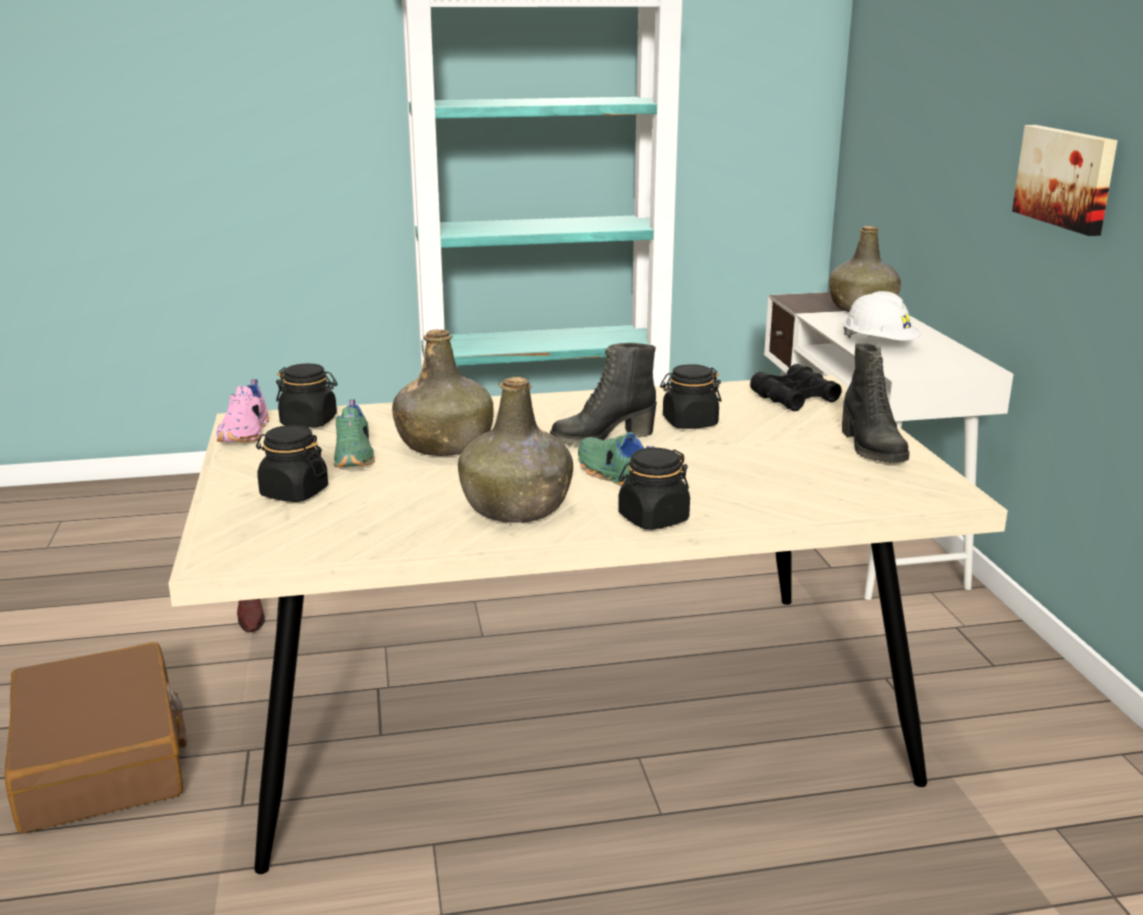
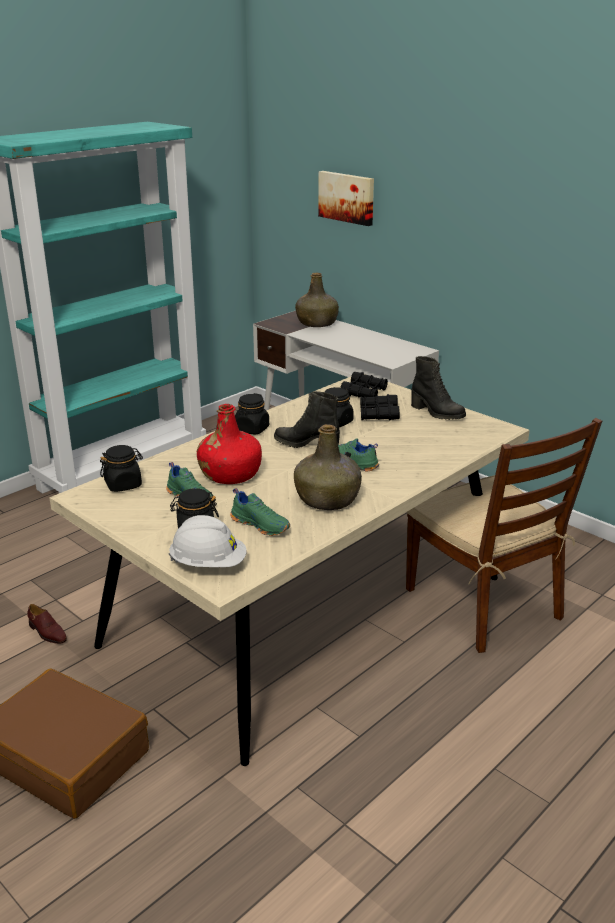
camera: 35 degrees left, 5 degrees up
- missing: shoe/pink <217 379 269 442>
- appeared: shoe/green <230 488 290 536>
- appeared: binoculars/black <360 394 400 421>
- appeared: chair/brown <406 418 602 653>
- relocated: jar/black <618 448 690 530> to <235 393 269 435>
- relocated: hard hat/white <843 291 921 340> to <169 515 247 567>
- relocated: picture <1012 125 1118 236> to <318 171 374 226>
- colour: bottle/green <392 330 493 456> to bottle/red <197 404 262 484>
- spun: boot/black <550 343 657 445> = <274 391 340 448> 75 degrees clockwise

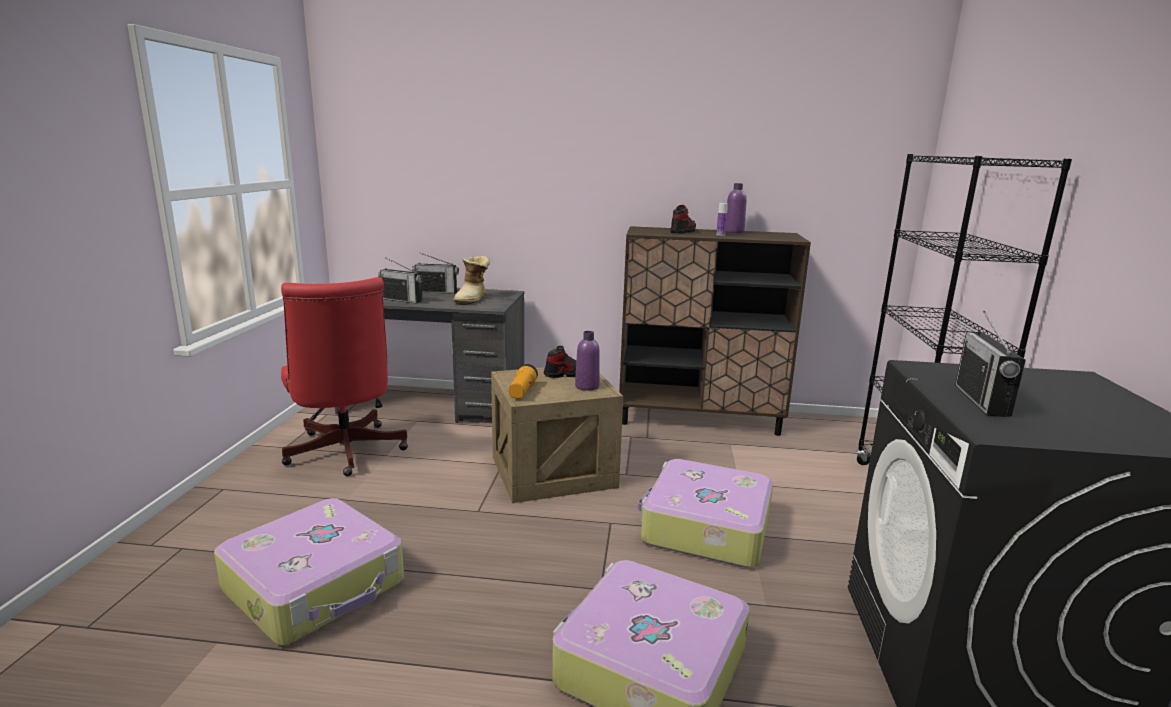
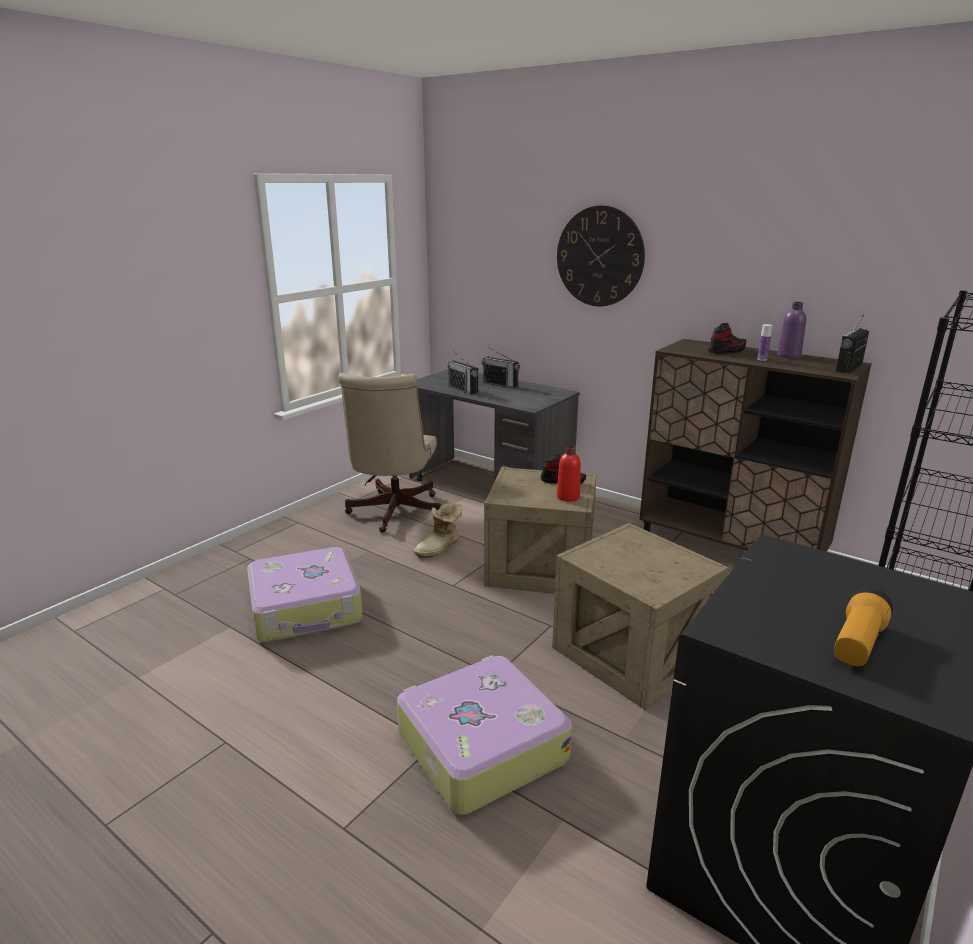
camera: 30 degrees right, 5 degrees up
- appeared: wall clock <557 205 645 306>
- relocated: boot <453 256 490 305> to <414 503 462 558>
- relocated: flashlight <509 364 538 398> to <834 587 893 666>
- relocated: radio <955 311 1026 417> to <836 315 869 373>
- exchanged: suitcase <638 459 773 567> to crate <552 523 729 710>
- colour: office chair/red <281 277 408 476> to office chair/beige <338 373 441 532>
- colour: bottle/purple <575 331 600 390> to bottle/red <557 445 581 502>

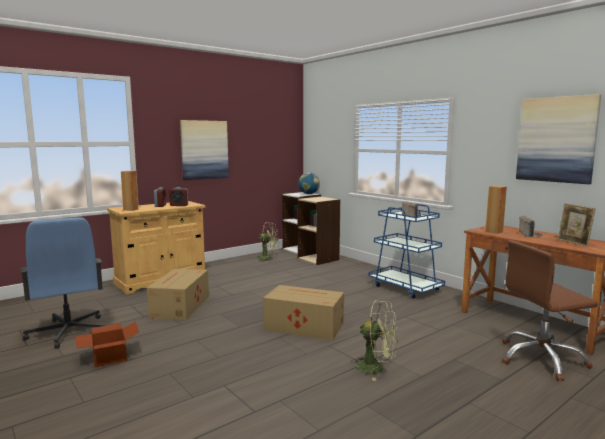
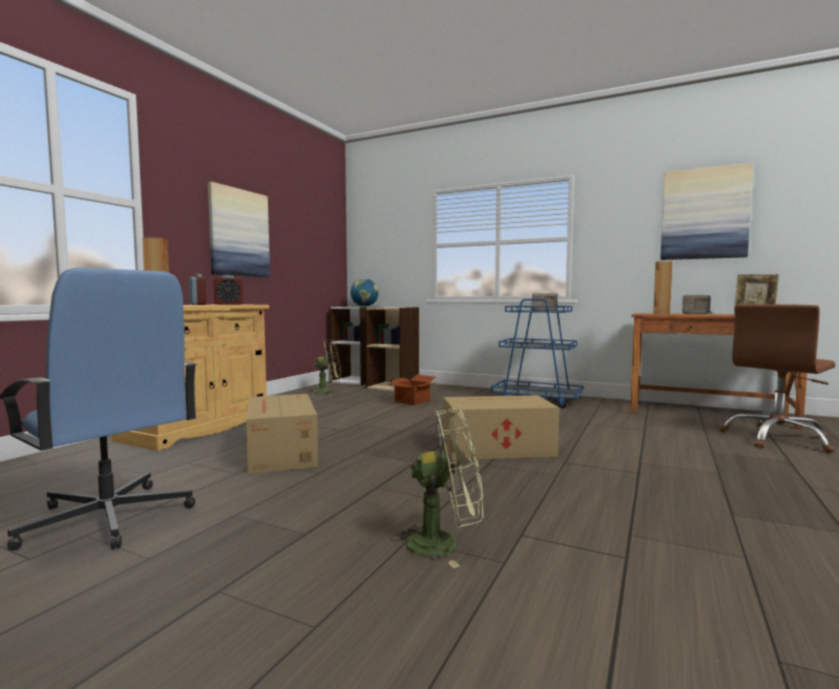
camera: 25 degrees left, 5 degrees down
- relocated: cardboard box <76 321 139 367> to <386 375 436 405>
- relocated: fan/green <351 300 398 381> to <391 408 483 568>

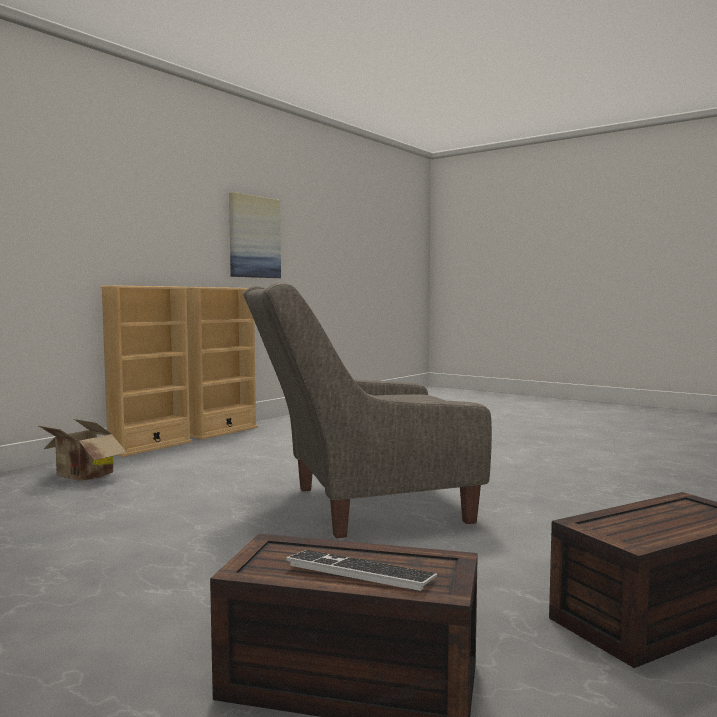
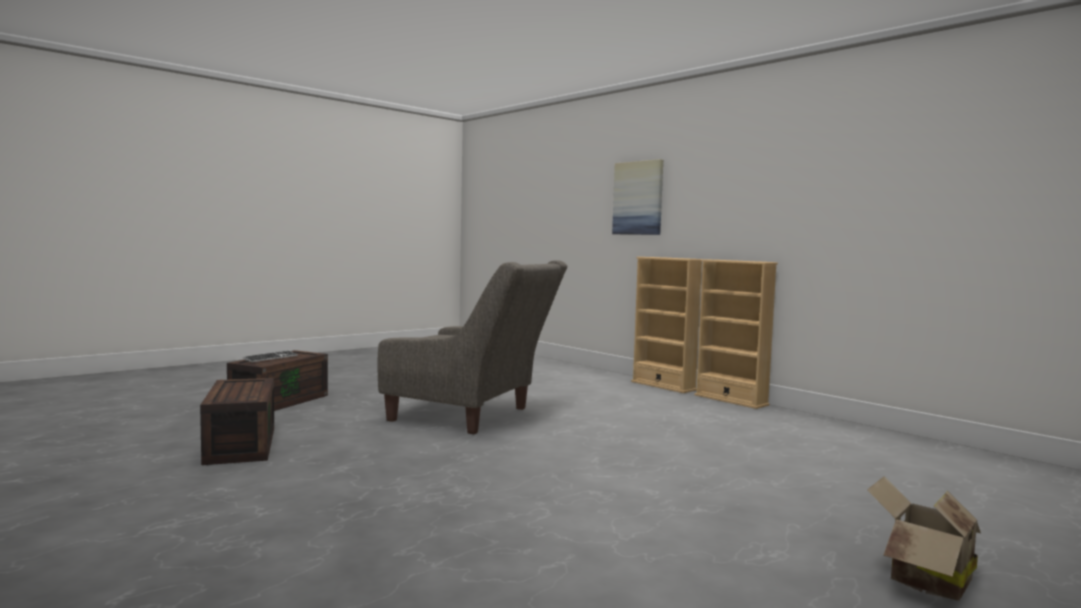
camera: 100 degrees right, 0 degrees up
- relocated: cardboard box <37 419 127 481> to <867 477 981 601>
- relocated: picture <229 192 281 278> to <612 159 663 235>
- spun: armchair/grey <243 283 492 538> = <378 260 567 434> 120 degrees clockwise

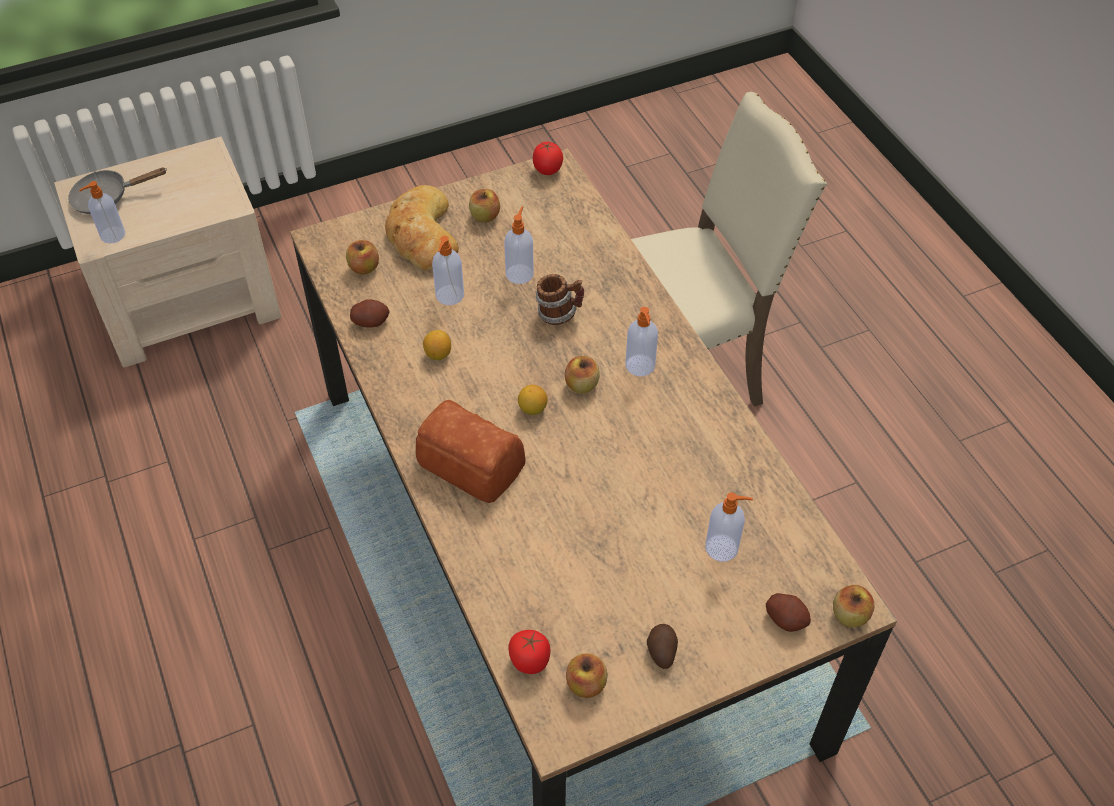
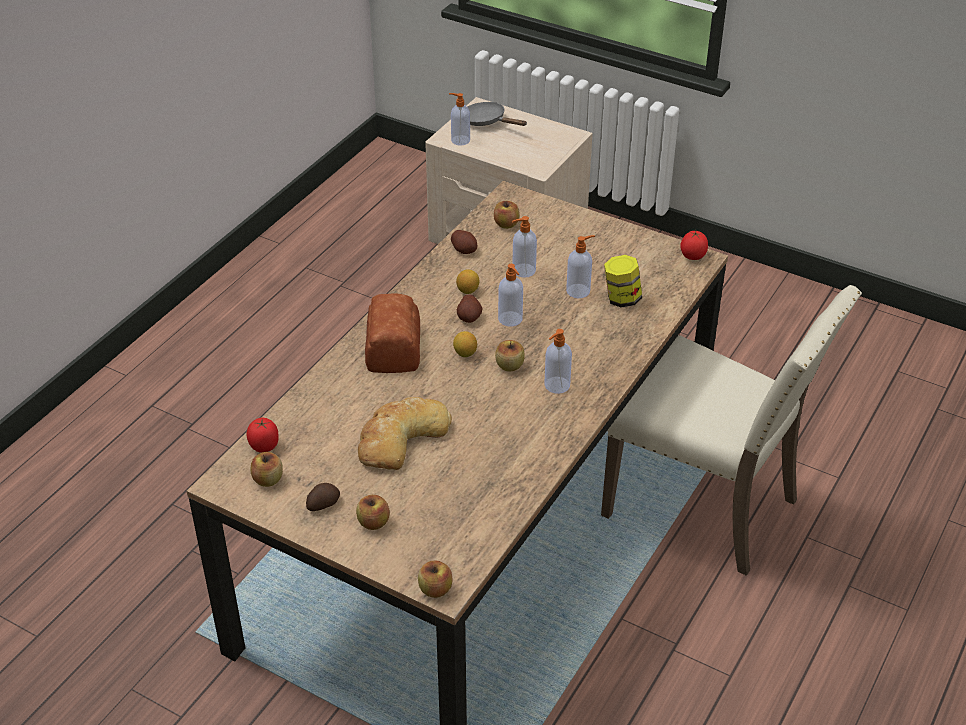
camera: 55 degrees right, 10 degrees down
- missing: mug <536 274 584 325>
- appeared: jar <604 255 642 308>
- relocated: bread <385 185 459 271> to <358 397 452 470>
- relocated: apple <469 189 500 223> to <356 495 390 530>
- relocated: soap dispenser <705 492 753 562> to <498 264 523 327>
- relocated: potato <766 593 811 632> to <457 294 483 323>

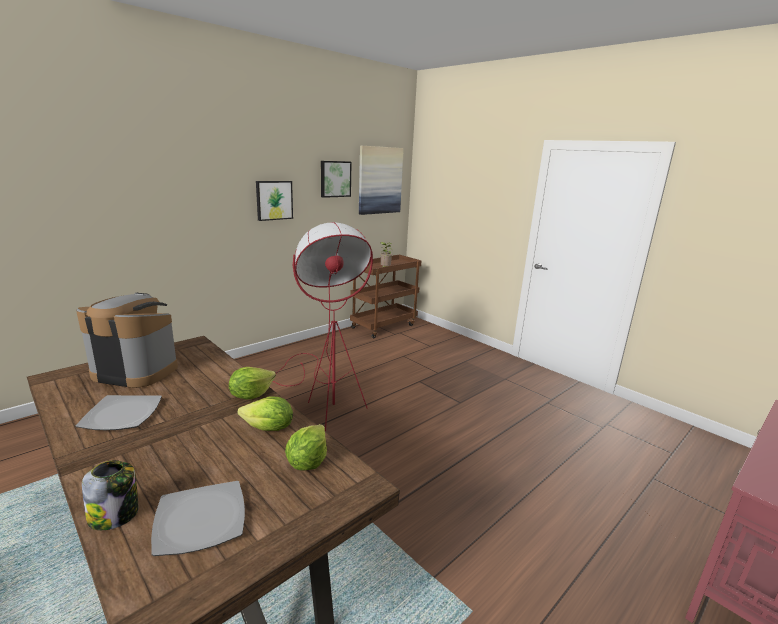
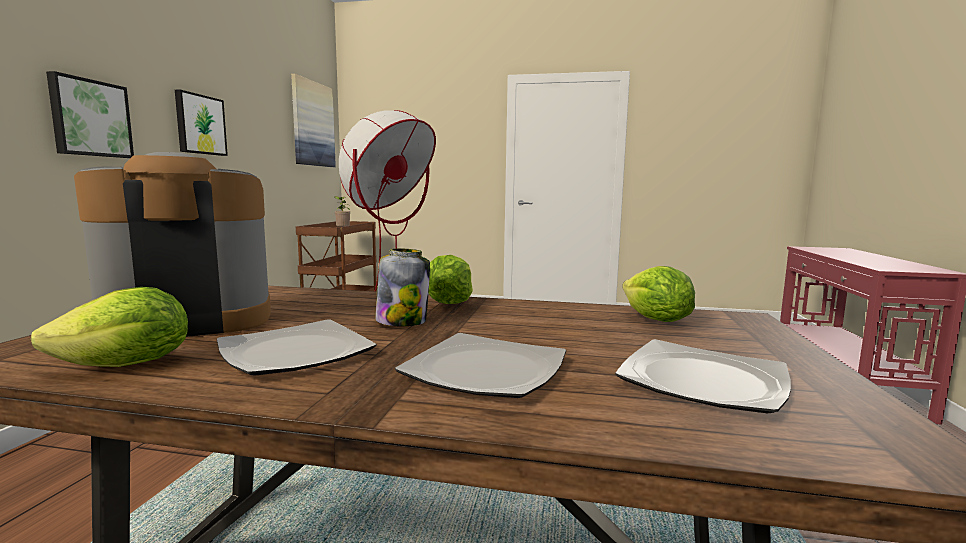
camera: 35 degrees left, 10 degrees down
- appeared: plate <395 333 566 398>
- relocated: jar <82 460 139 530> to <375 248 430 326>
- relocated: lettuce <237 397 293 431> to <31 287 188 367>
- relocated: picture <321 161 352 198> to <46 71 134 158>

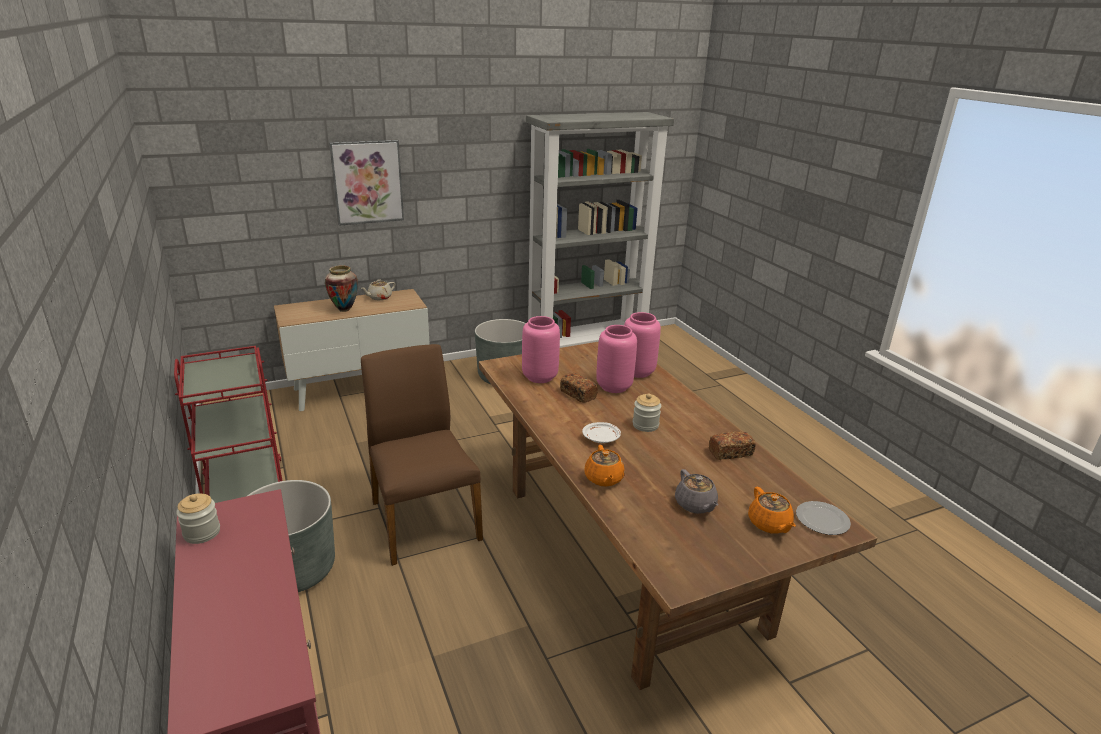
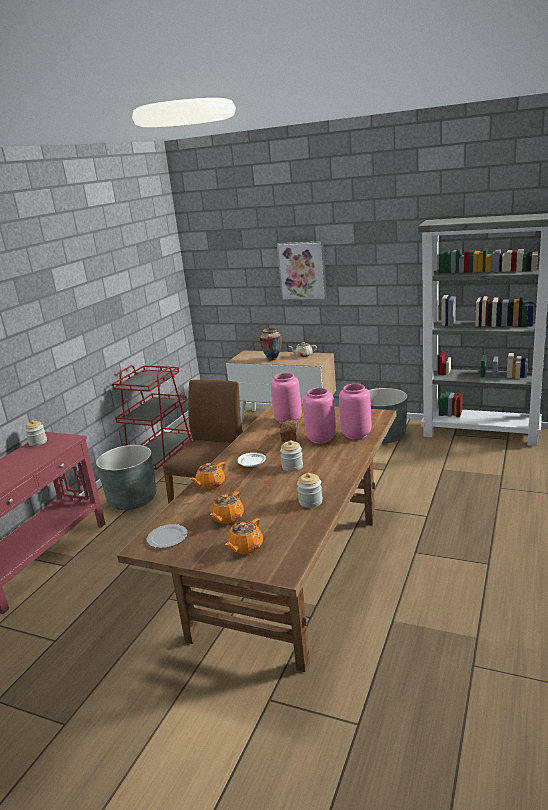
camera: 50 degrees right, 5 degrees down
- relocated: plate <796 501 851 535> to <147 524 188 548>
- exchanged: bread <709 431 756 460> to jar <297 473 323 508>
- colour: teapot/grey <675 469 718 514> to teapot/orange <210 492 244 524>

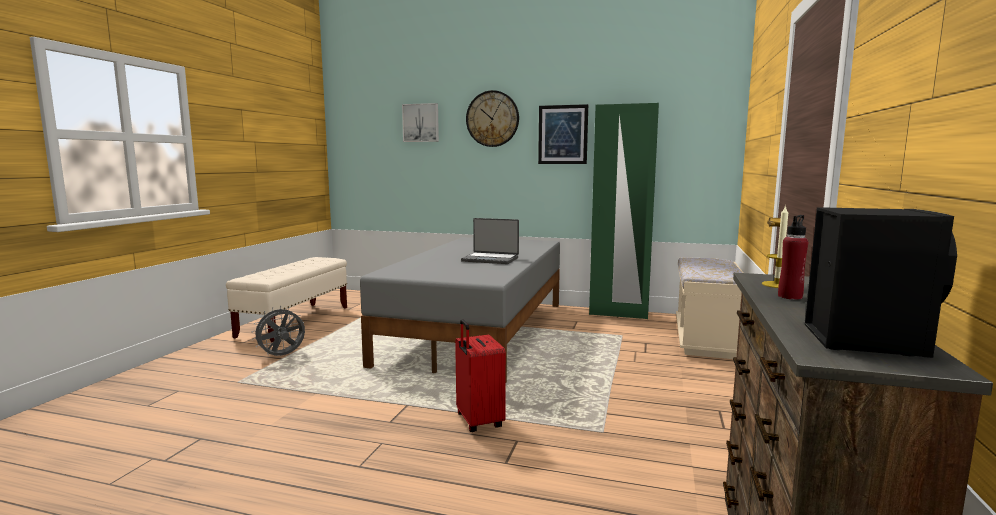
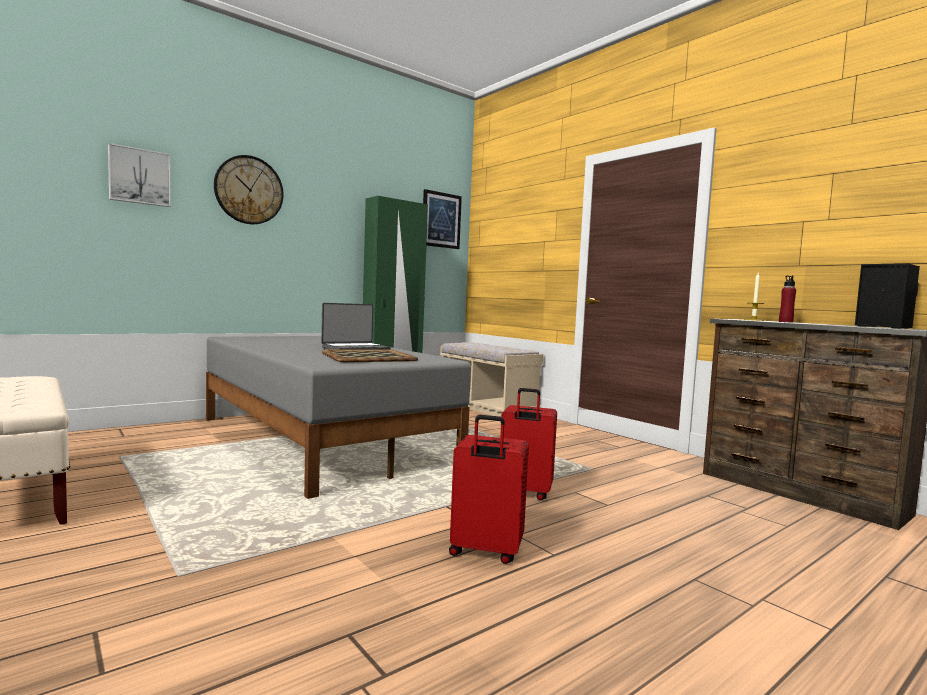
camera: 55 degrees left, 5 degrees down
- missing: fan/grey <252 306 305 356>
- appeared: tray <321 349 418 362>
- appeared: suitcase/red <449 415 529 564>
- relocated: picture <538 104 588 164> to <423 189 462 249>

